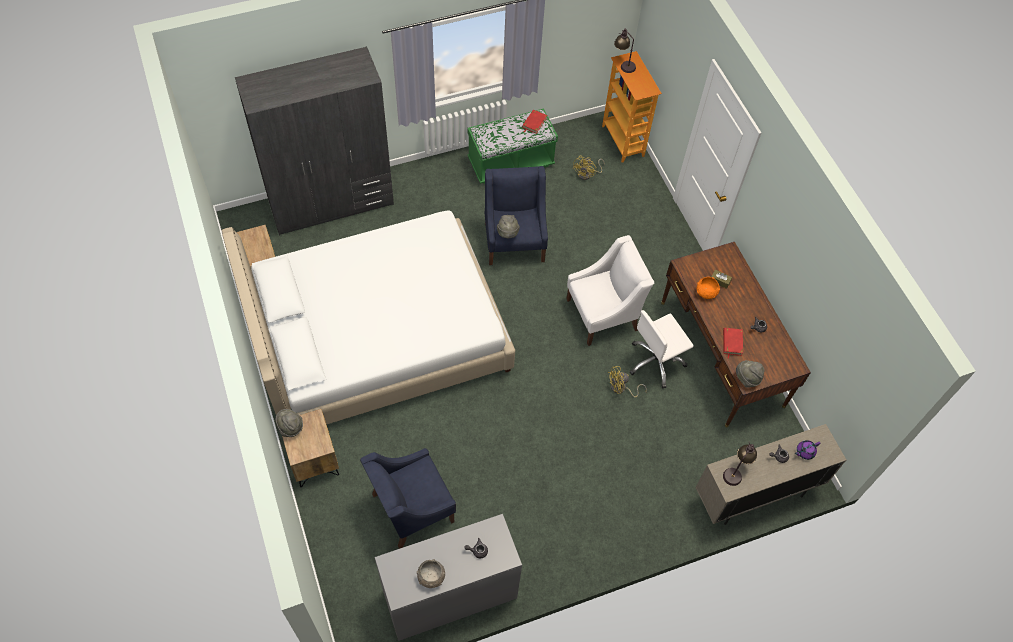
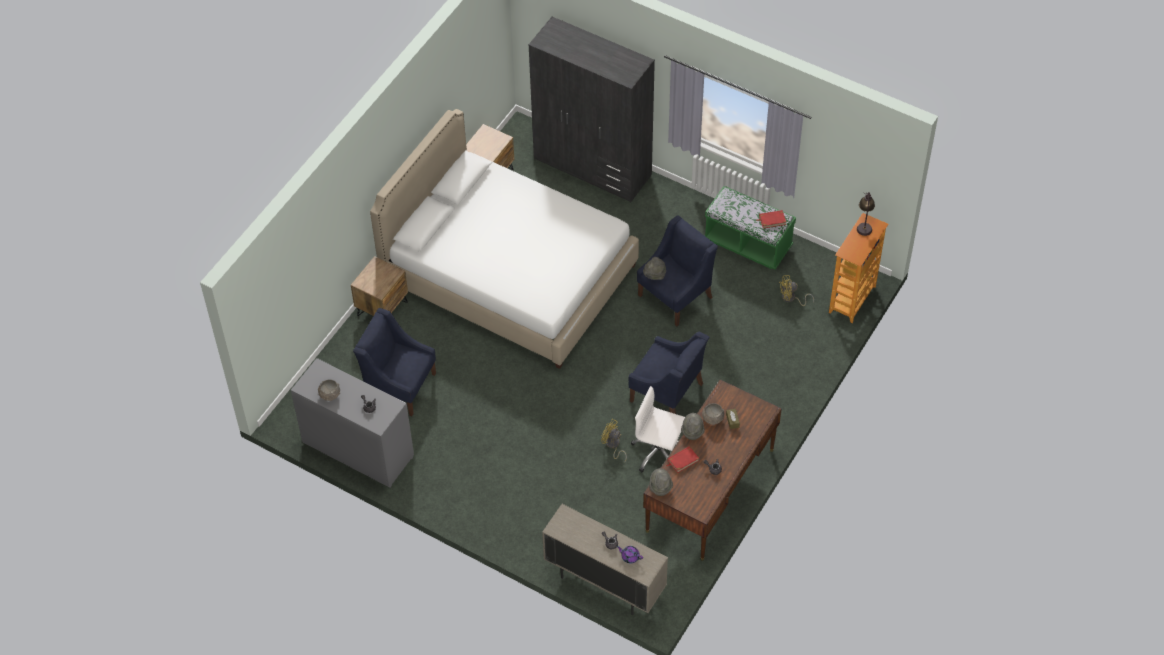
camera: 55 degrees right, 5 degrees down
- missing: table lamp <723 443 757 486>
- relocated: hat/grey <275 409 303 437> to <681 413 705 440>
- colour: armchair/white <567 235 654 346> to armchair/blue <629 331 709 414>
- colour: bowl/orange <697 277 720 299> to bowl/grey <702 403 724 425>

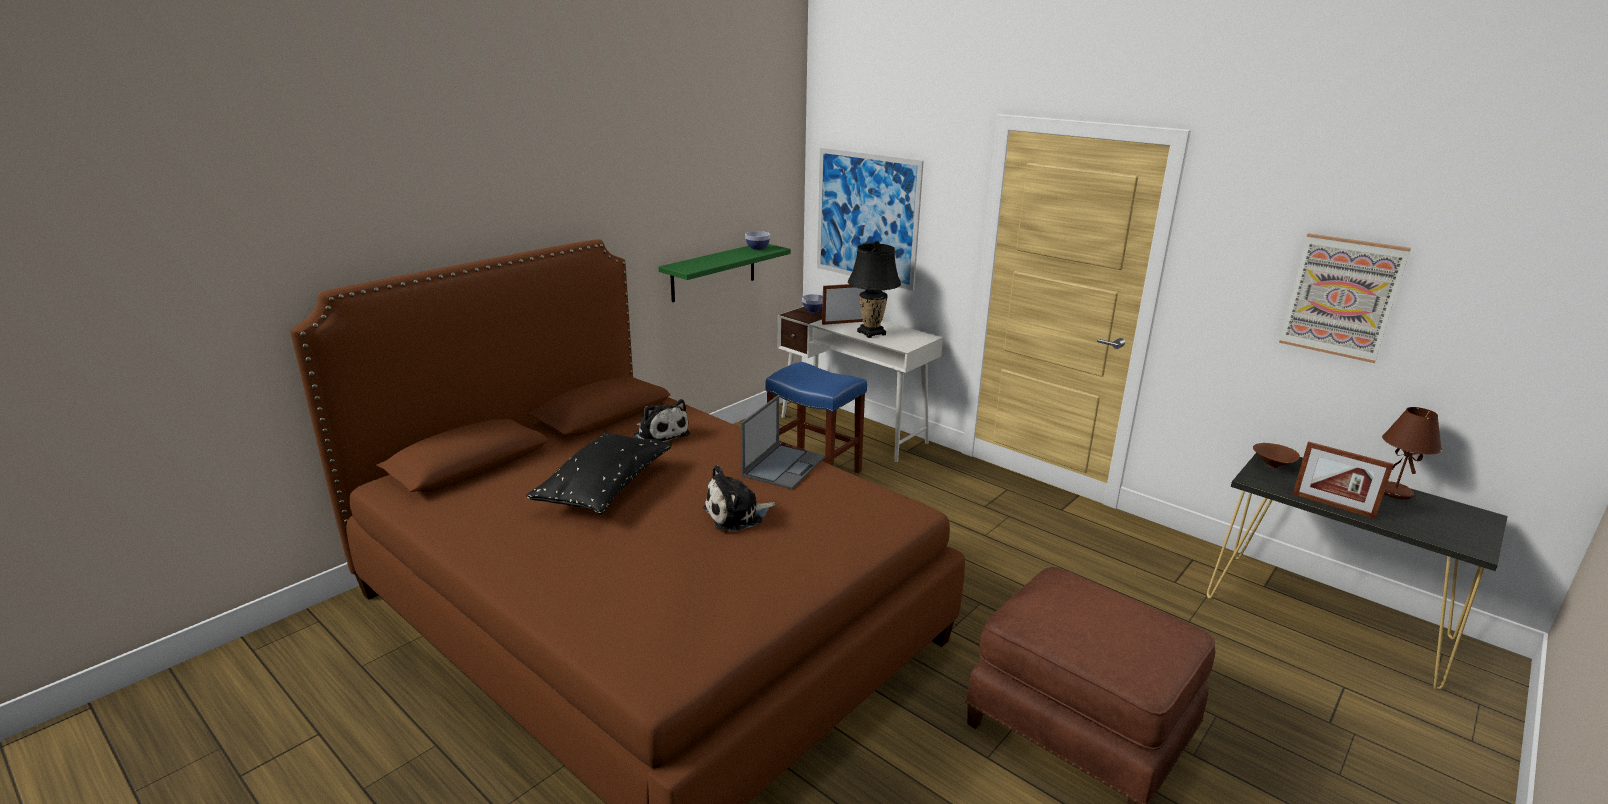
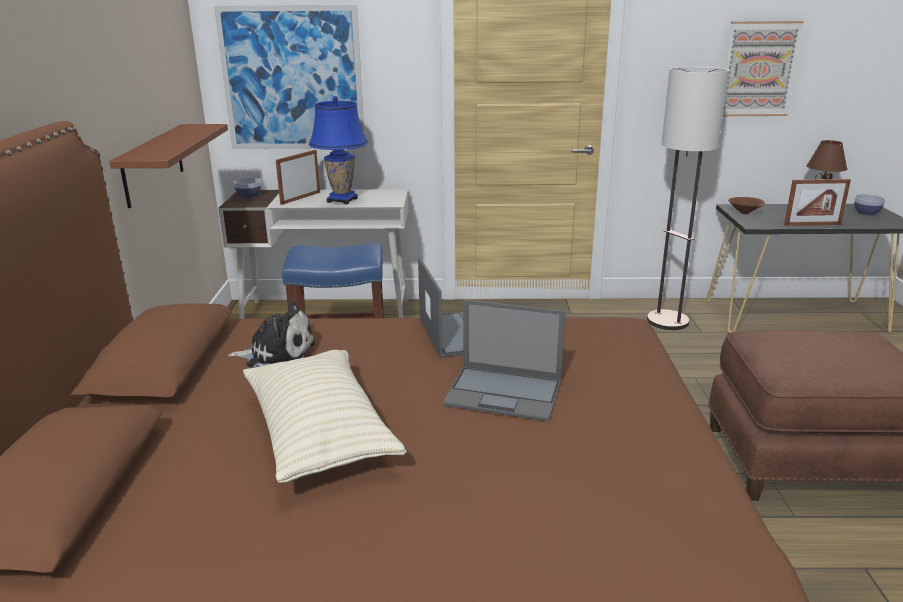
camera: 40 degrees left, 0 degrees up
- appeared: floor lamp <647 66 729 330>
- relocated: bowl <745 231 770 250> to <854 194 886 216>
- exchanged: plush toy <703 465 775 532> to laptop <443 299 565 422>
- colour: pillow/black <526 433 672 515> to pillow/beige <243 350 407 483>
- colour: shelf/green <659 244 791 302> to shelf/brown <109 124 228 208>
- colour: table lamp/black <848 241 901 338> to table lamp/blue <309 96 368 204>

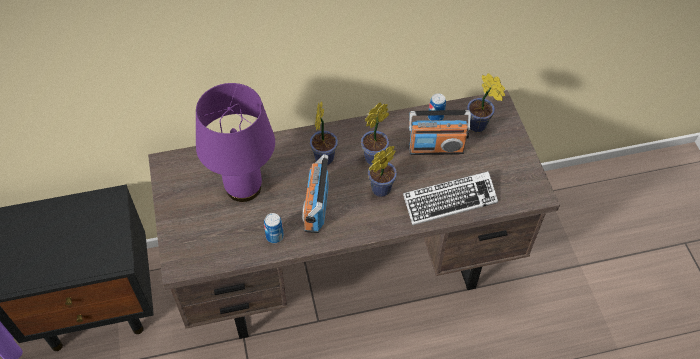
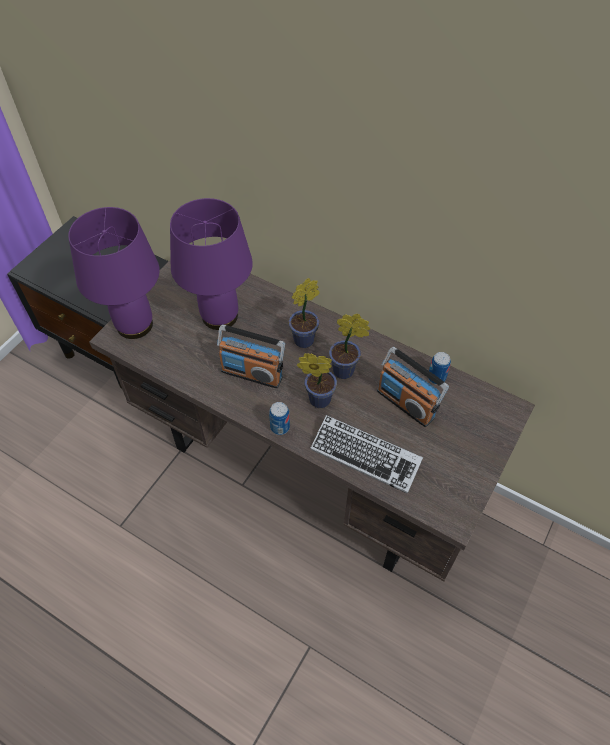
camera: 45 degrees right, 0 degrees up
- missing: potted plant <467 73 505 132>
- appeared: table lamp/purple <68 207 160 339>
- relocated: can <264 213 284 243> to <269 402 290 435>
- spun: radio <302 154 329 233> = <217 324 285 389> 120 degrees counterclockwise

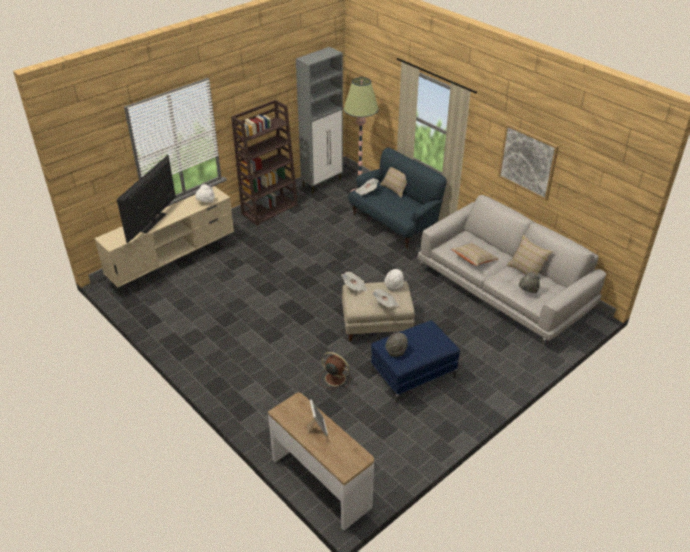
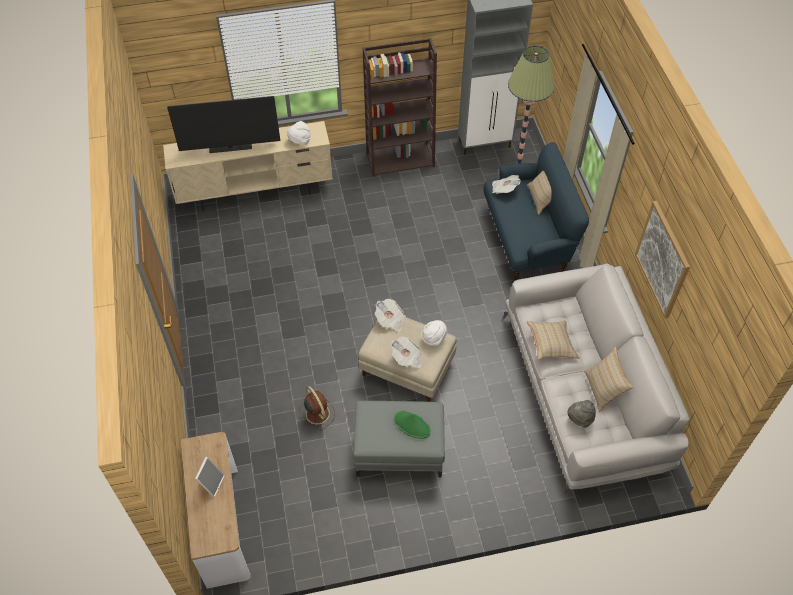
camera: 30 degrees right, 15 degrees up
- missing: hat/grey <386 333 408 357>
- appeared: hat/green <394 411 431 439>
- colour: ottoman/blue <371 320 460 404> to ottoman/grey <353 401 445 478>
- spun: television <117 155 176 243> = <167 96 280 153> 150 degrees counterclockwise

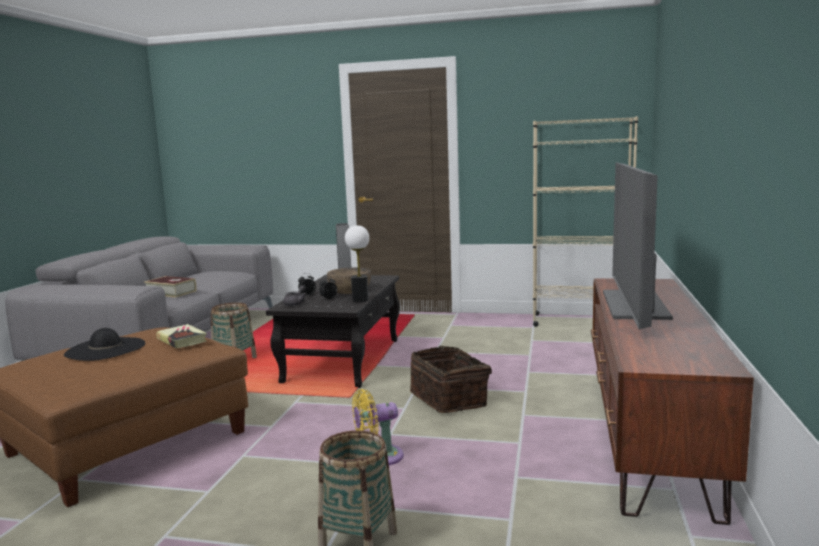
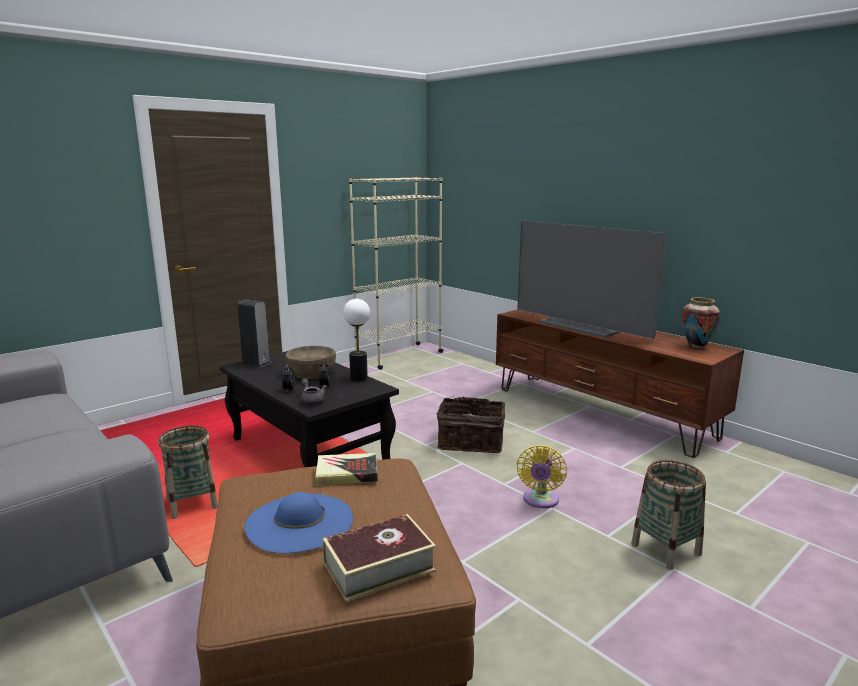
camera: 55 degrees left, 5 degrees up
- appeared: vase <682 298 720 348>
- relocated: book <144 276 197 298> to <323 514 436 602>
- colour: hat/black <64 328 145 361> to hat/blue <244 492 353 554>

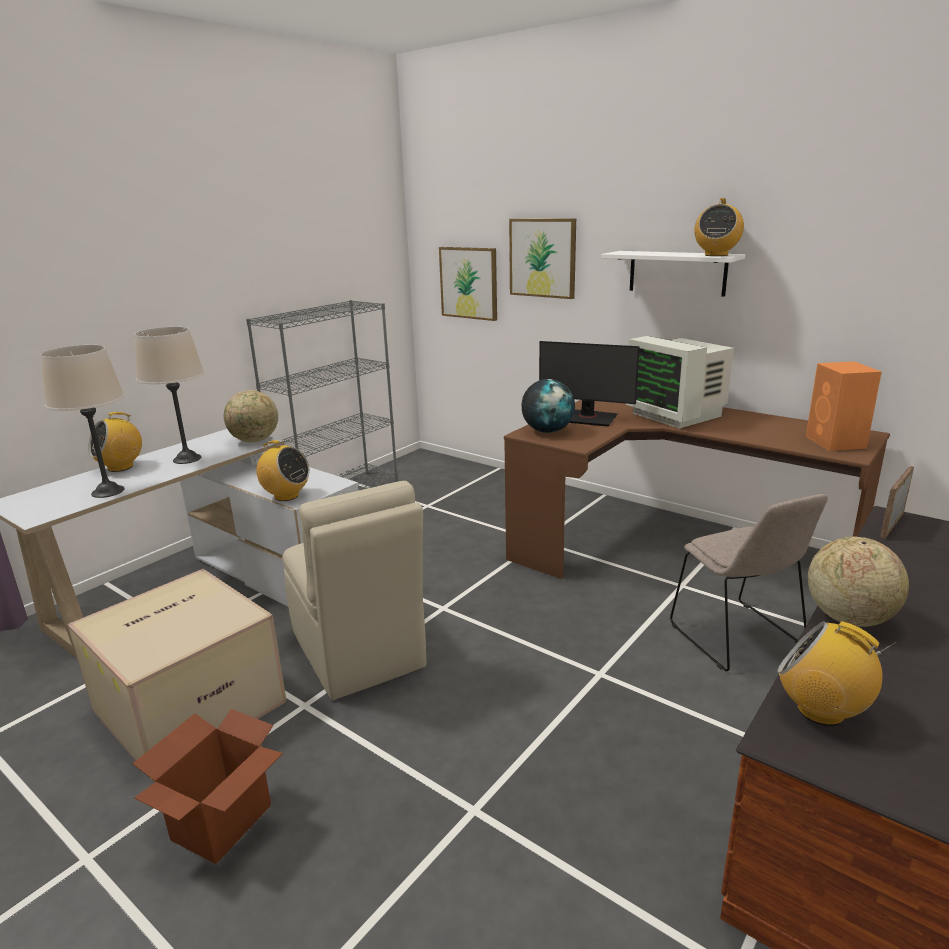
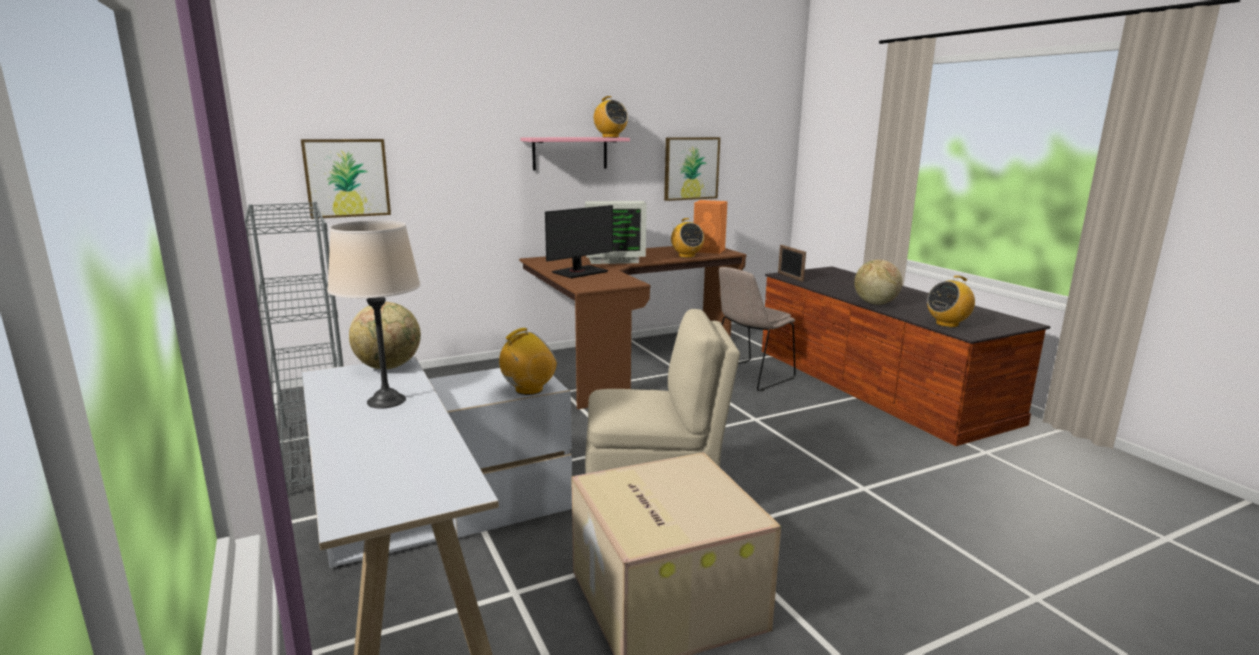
camera: 65 degrees left, 5 degrees down
- missing: table lamp/beige <40 345 125 498>
- missing: cardboard box <132 709 283 864>
- missing: globe <522 379 575 433>
- relocated: radio <88 412 142 472> to <671 218 704 258>
- relocated: picture <509 219 576 299> to <664 137 720 201>
- colour: shelf/white <601 251 745 297> to shelf/pink <520 137 630 170>
- spun: chair/beige <670 494 828 671> = <719 267 796 391> 135 degrees clockwise

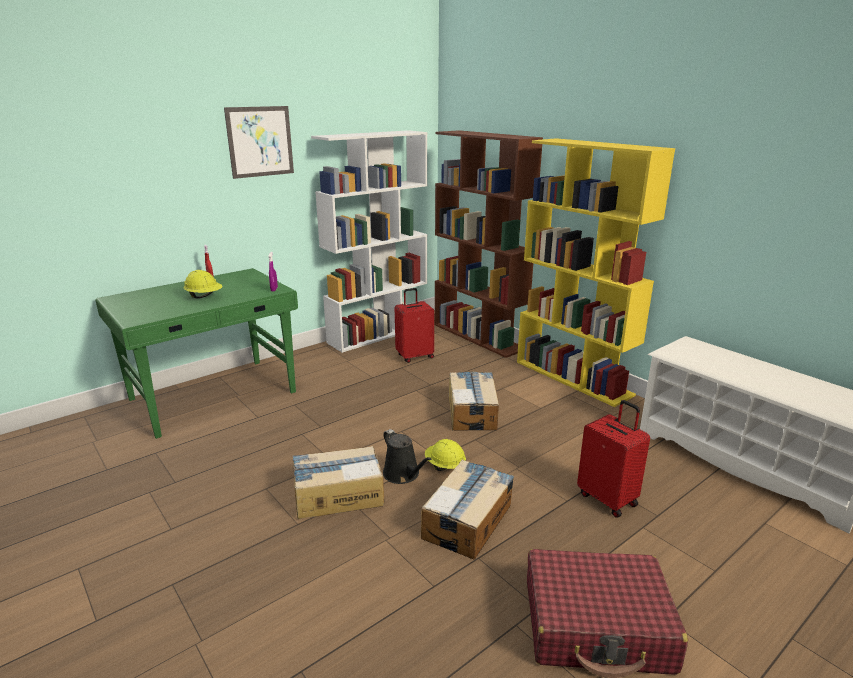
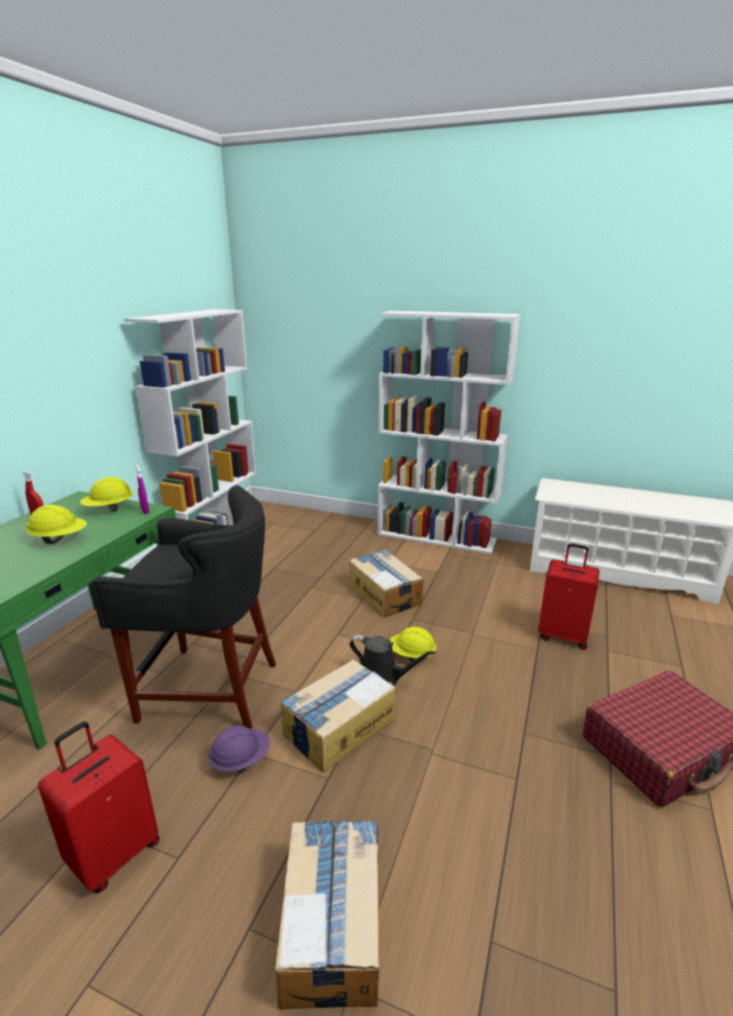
camera: 30 degrees left, 0 degrees up
- missing: picture <224 106 294 179>
- missing: bookcase/brown <434 130 543 358>
- appeared: hard hat/yellow <80 477 133 511>
- appeared: stool/black <90 485 276 729>
- appeared: hard hat/purple <208 726 270 773>
- relocated: suitcase/red <395 288 434 363> to <38 721 160 893>
- relocated: cardboard box <421 460 514 560> to <275 820 379 1010>
- colour: bookcase/yellow <517 138 675 407> to bookcase/white <378 311 520 554>

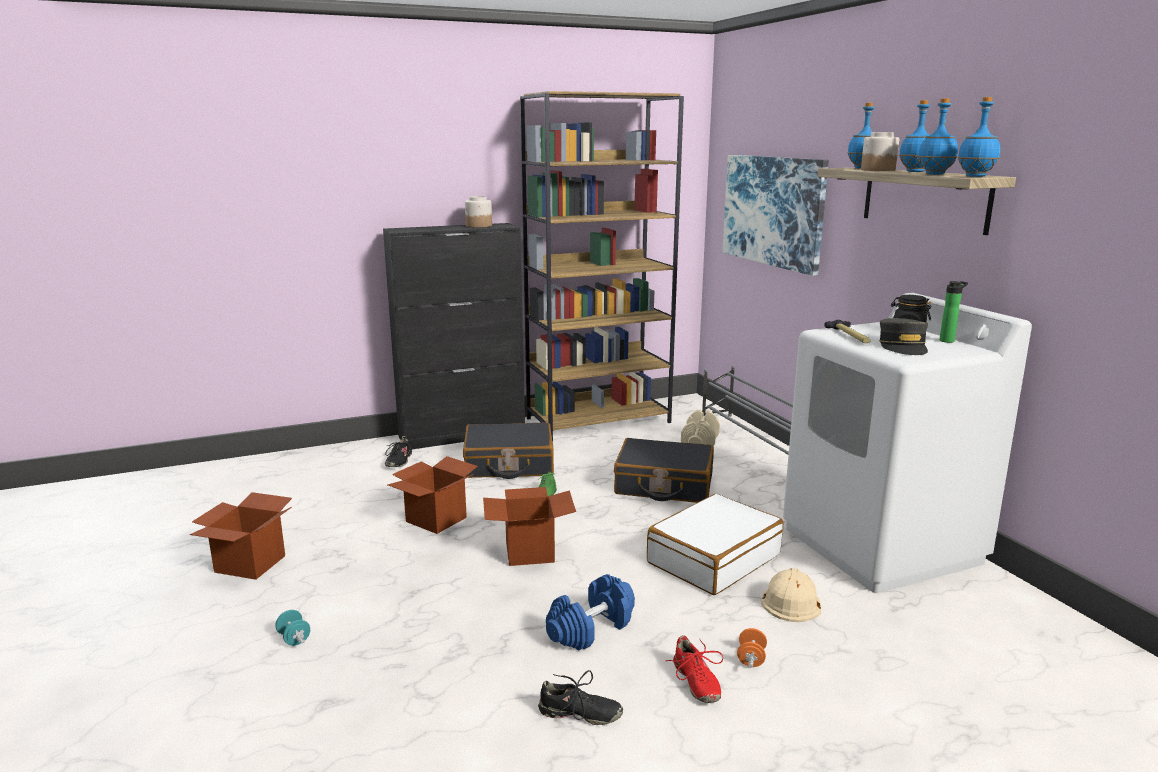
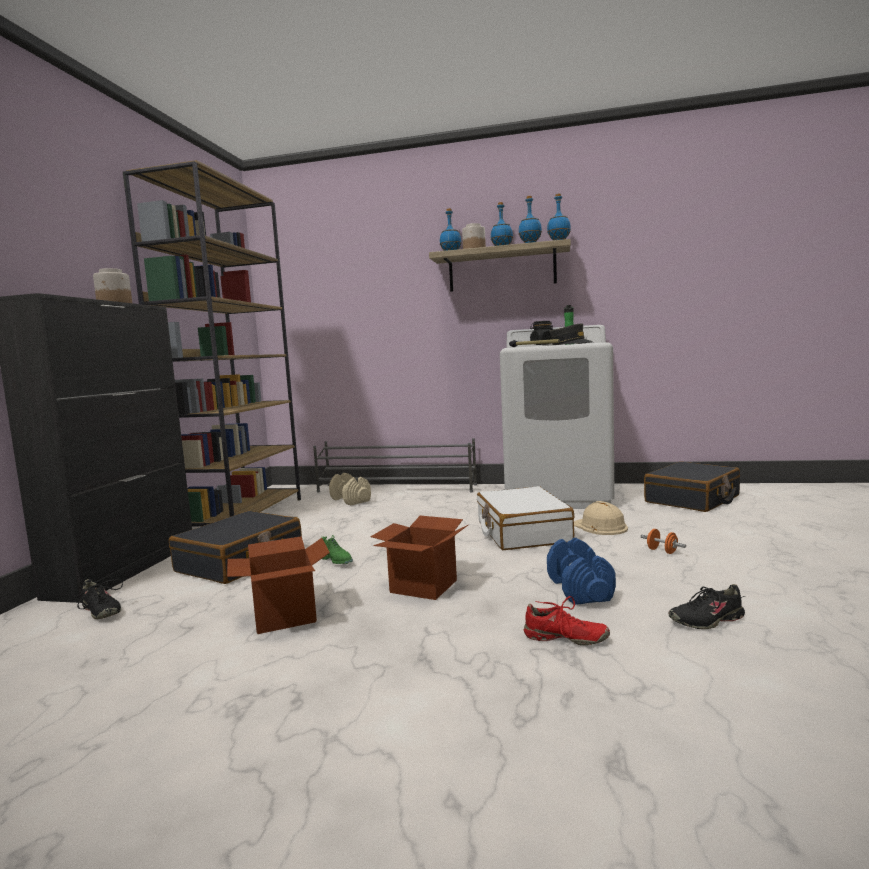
camera: 55 degrees left, 10 degrees down
- missing: cardboard box <190 492 292 580>
- missing: dumbbell/turquoise <275 610 310 646>
- missing: picture <722 155 829 276>
- relocated: suitcase/black <614 438 714 503> to <644 461 740 512>
- relocated: shoe/red <666 635 723 703> to <524 596 610 645>
- spun: shoe/black <538 670 623 725> = <668 584 745 629> 150 degrees counterclockwise

